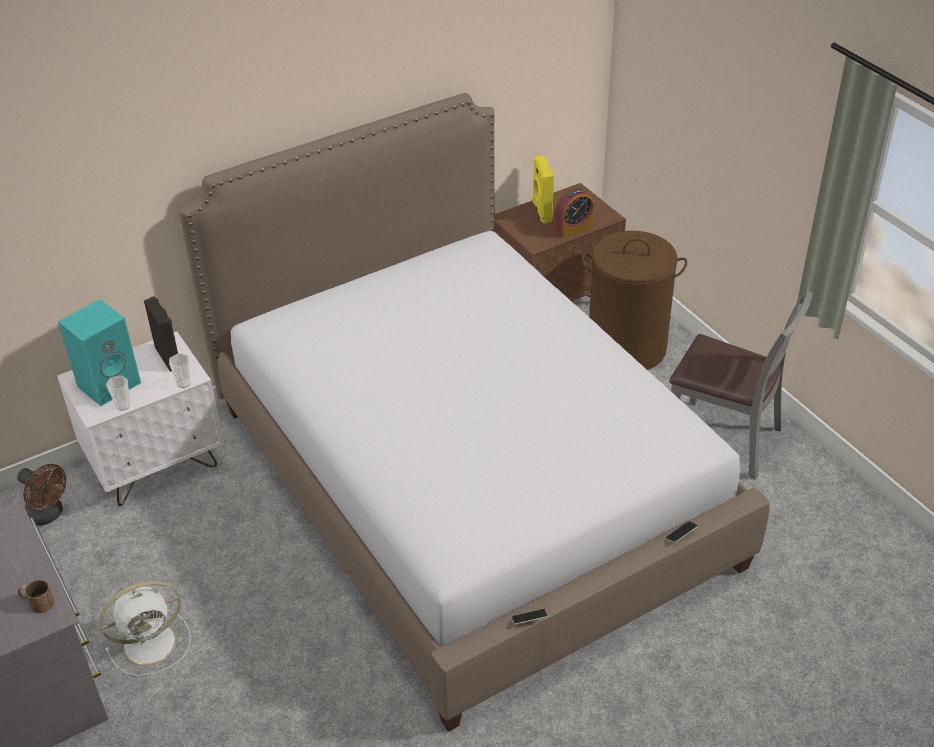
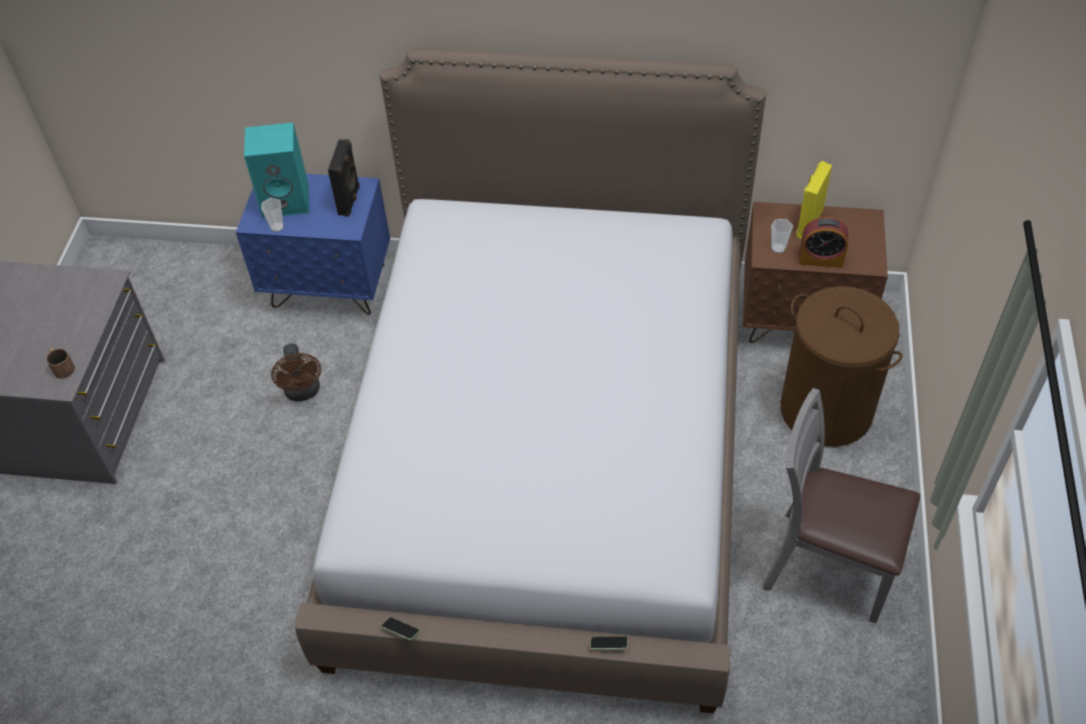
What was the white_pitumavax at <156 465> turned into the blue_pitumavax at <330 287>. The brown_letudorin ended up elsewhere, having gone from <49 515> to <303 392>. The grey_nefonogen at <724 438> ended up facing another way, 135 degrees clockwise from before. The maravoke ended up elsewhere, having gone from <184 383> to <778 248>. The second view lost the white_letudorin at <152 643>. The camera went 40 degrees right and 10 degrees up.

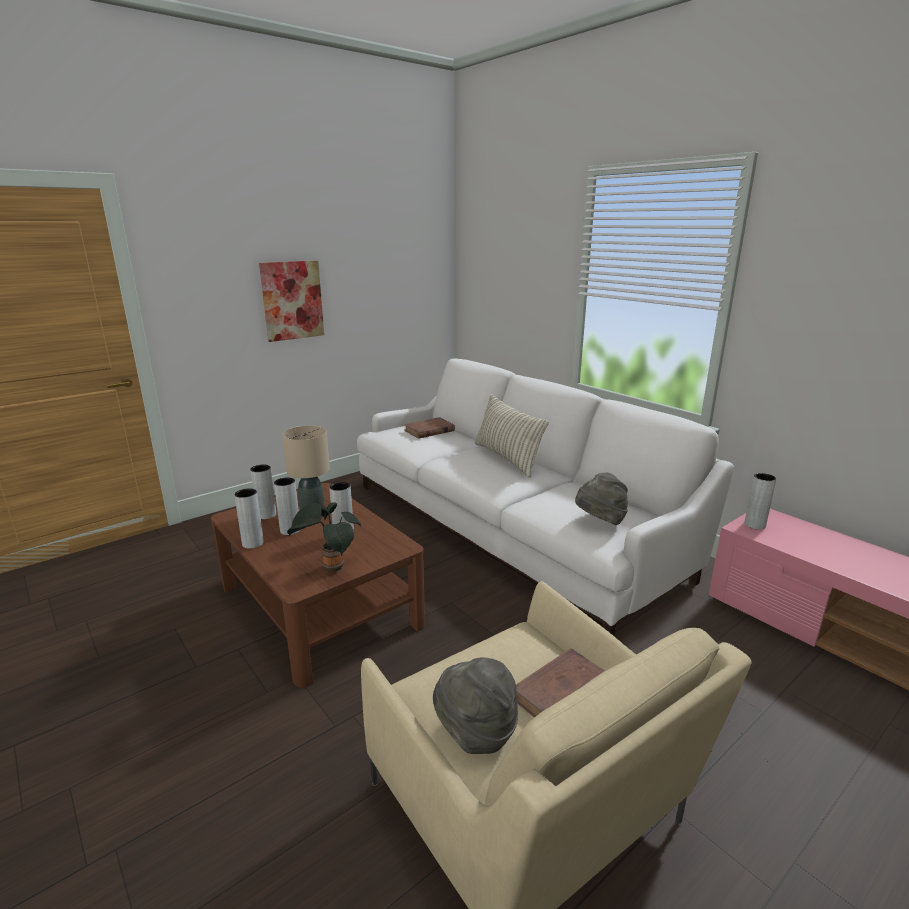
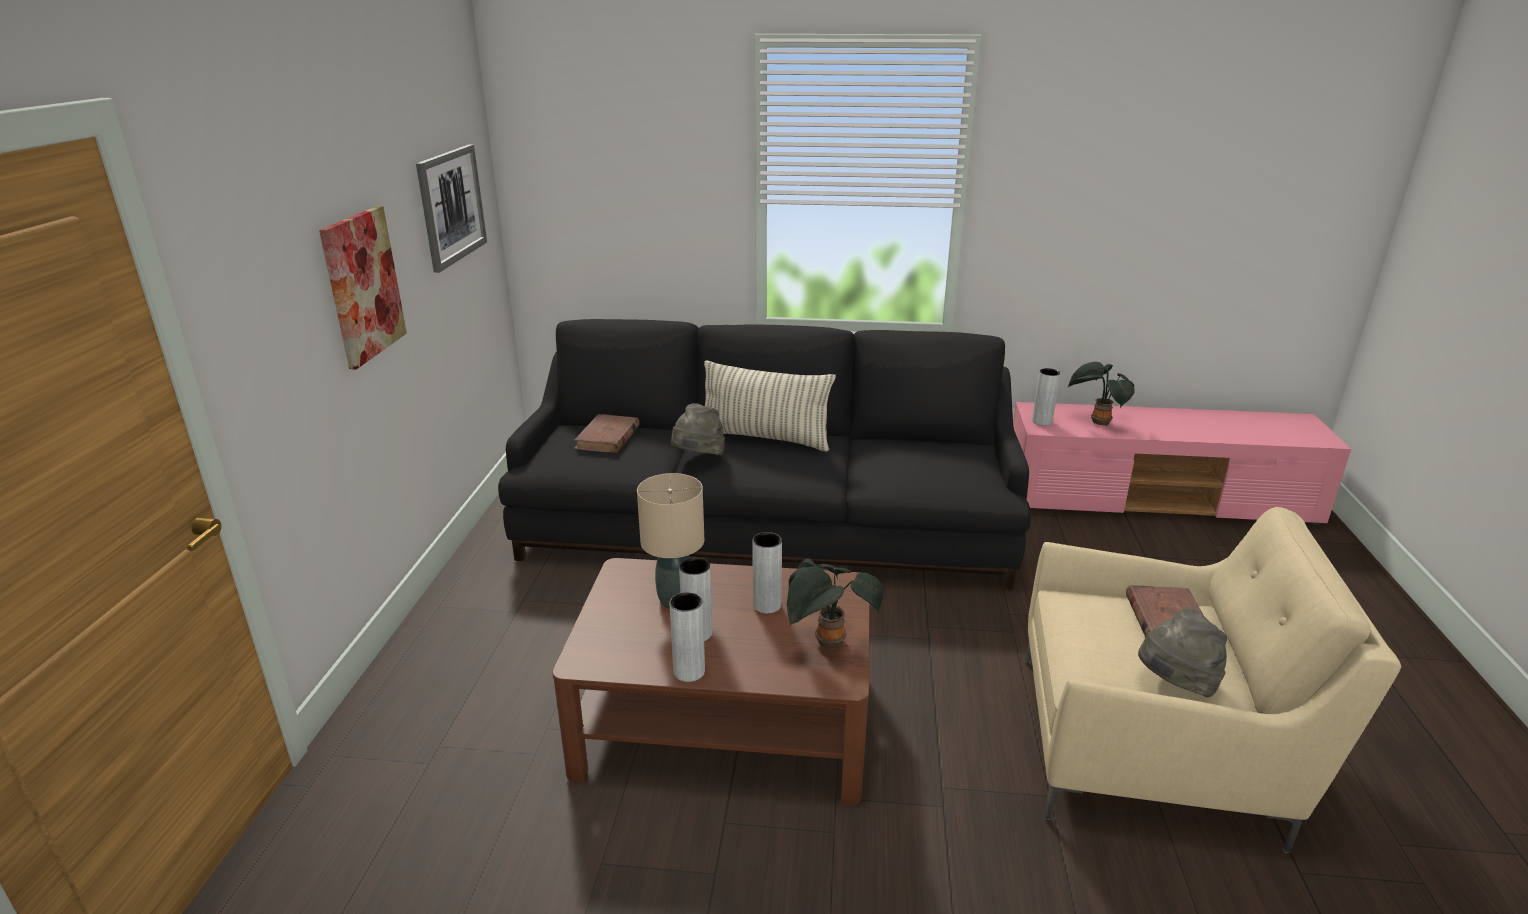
The second view gained the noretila at <451 206>. What was the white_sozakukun at <510 527> turned into the black_sozakukun at <768 525>. The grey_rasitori ended up elsewhere, having gone from <600 521> to <698 458>. The second view gained the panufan at <1097 422>. The second view lost the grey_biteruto at <266 515>. The camera went 45 degrees left and 5 degrees up.

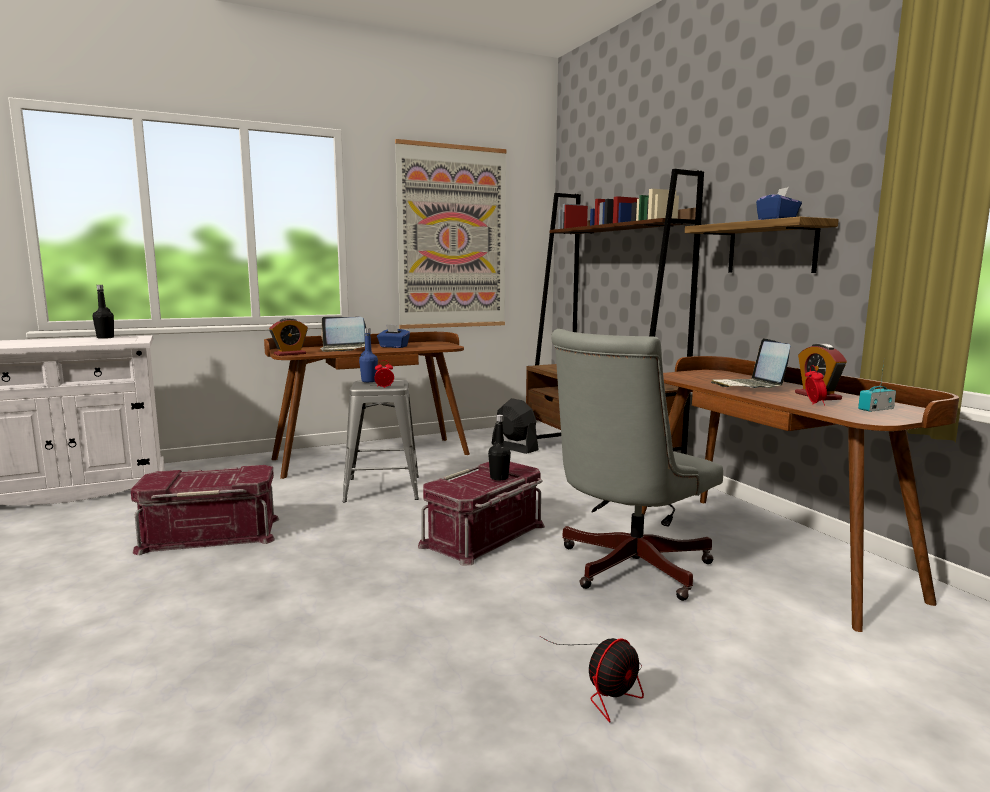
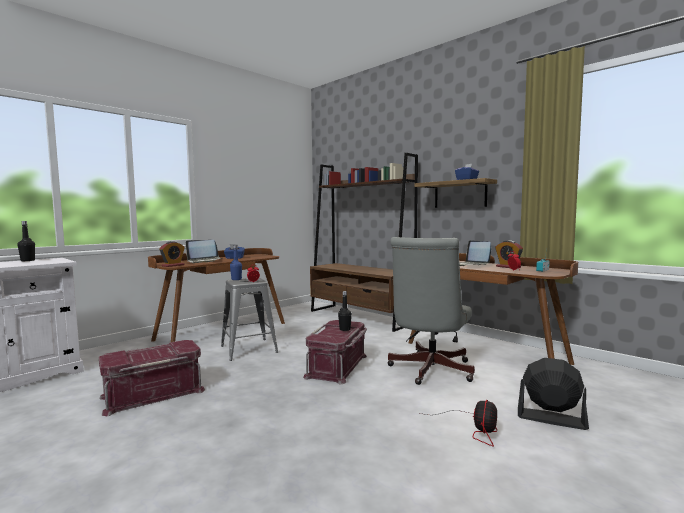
The black_letudorin ended up elsewhere, having gone from <514 447> to <551 418>. The second view lost the noretila at <452 238>. The camera went 20 degrees left and 5 degrees down.

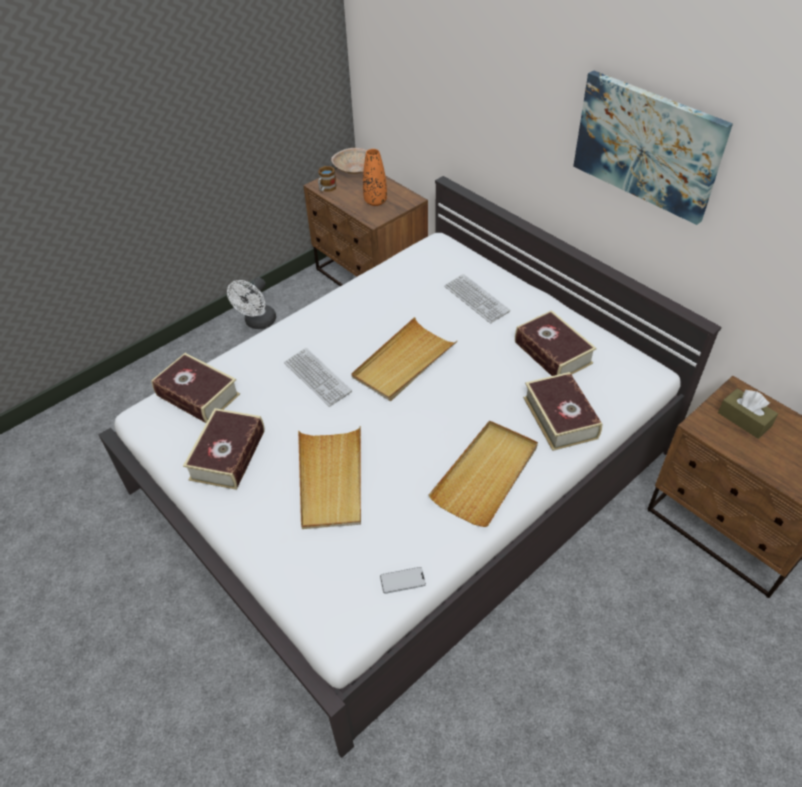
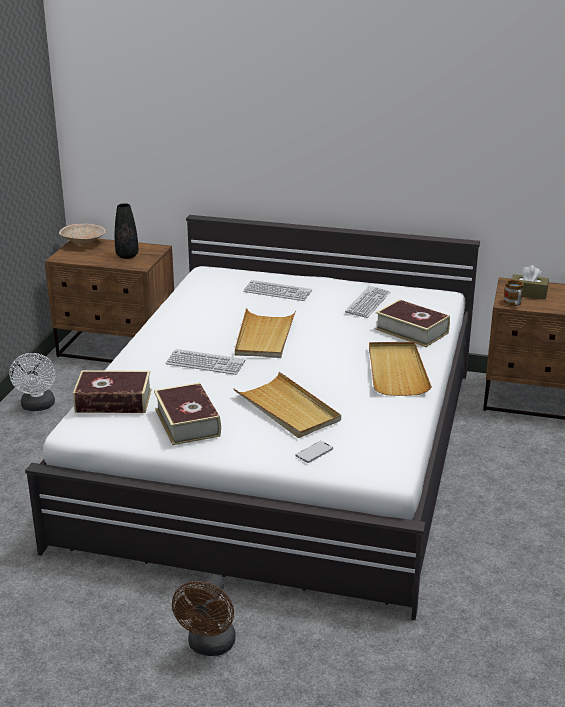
What was the orange_biteruto at <375 201> turned into the black_biteruto at <127 256>. The second view gained the brown_letudorin at <209 646>. The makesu ended up elsewhere, having gone from <402 581> to <314 452>. Where the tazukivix stood at <552 353>, the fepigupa came to stand at <368 303>. The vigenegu ended up elsewhere, having gone from <326 189> to <513 304>. The second view lost the noretila at <647 145>. The camera went 35 degrees left and 20 degrees down.

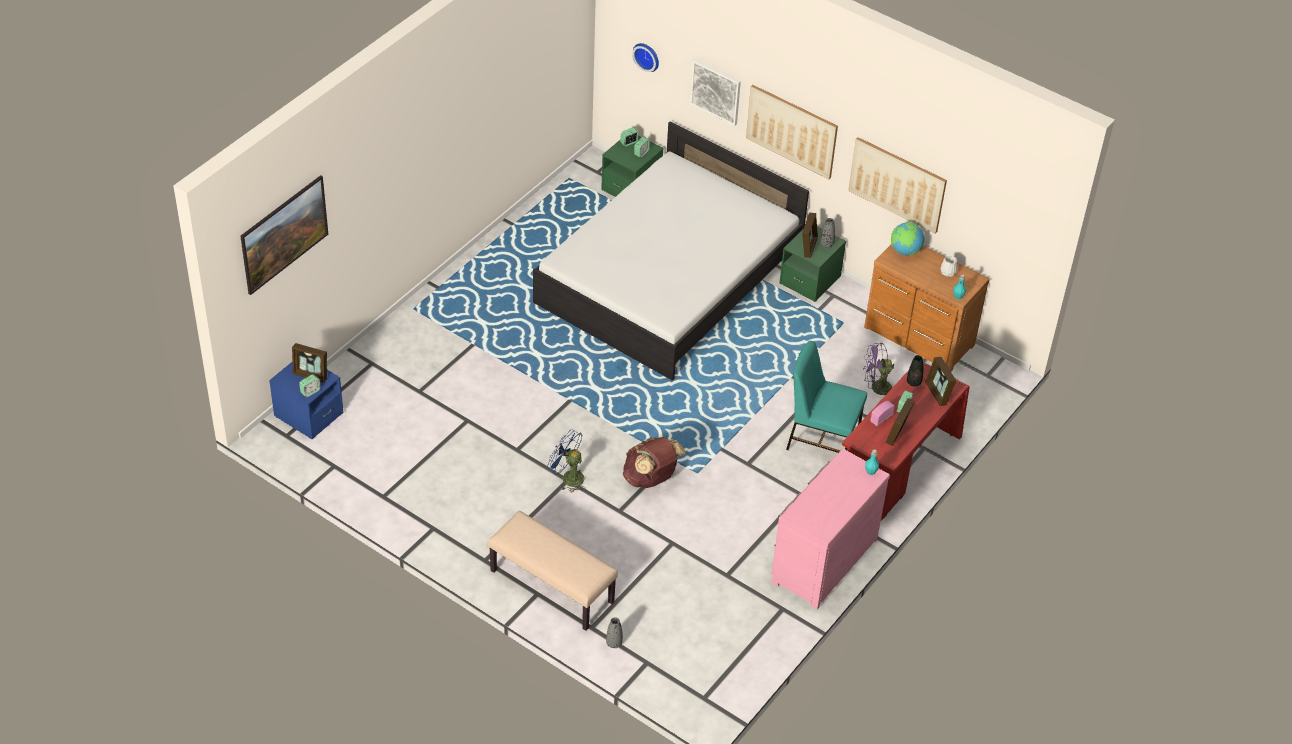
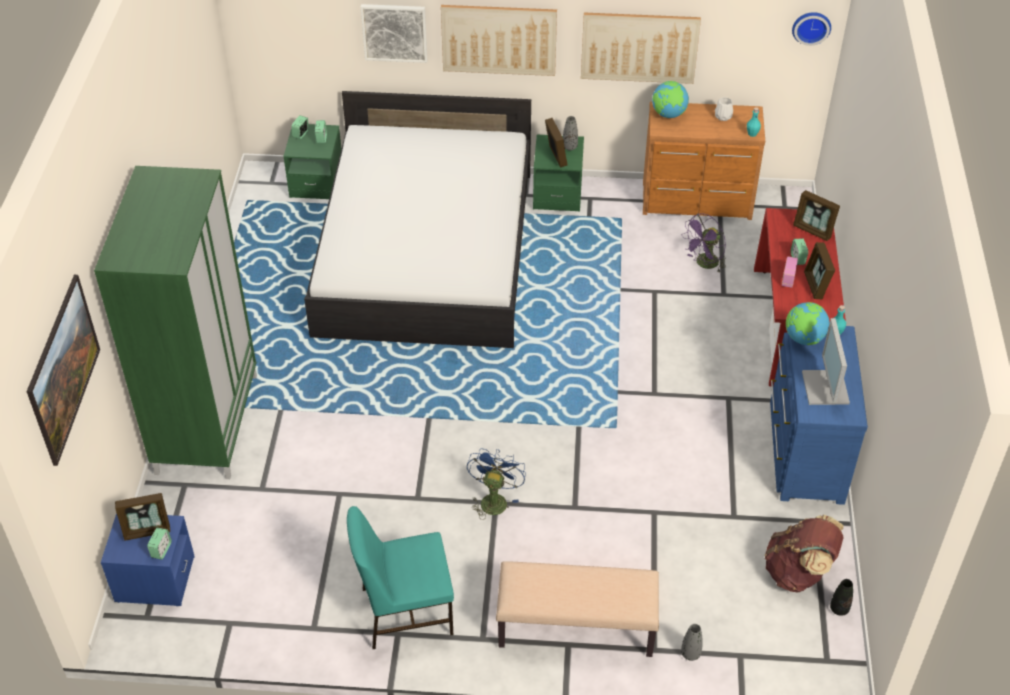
The second view gained the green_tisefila at <207 423>. The turquoise_nefonogen ended up elsewhere, having gone from <821 438> to <405 611>. The blue_letudorin at <568 477> ended up facing another way, 105 degrees clockwise from before. The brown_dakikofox ended up elsewhere, having gone from <651 479> to <798 572>. What was the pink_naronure at <821 560> turned into the blue_naronure at <804 452>. The second view gained the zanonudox at <803 339>. The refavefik ended up elsewhere, having gone from <647 56> to <811 26>. The second view gained the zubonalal at <826 388>. The black_biteruto ended up elsewhere, having gone from <913 382> to <839 609>. The camera went 30 degrees left and 0 degrees up.

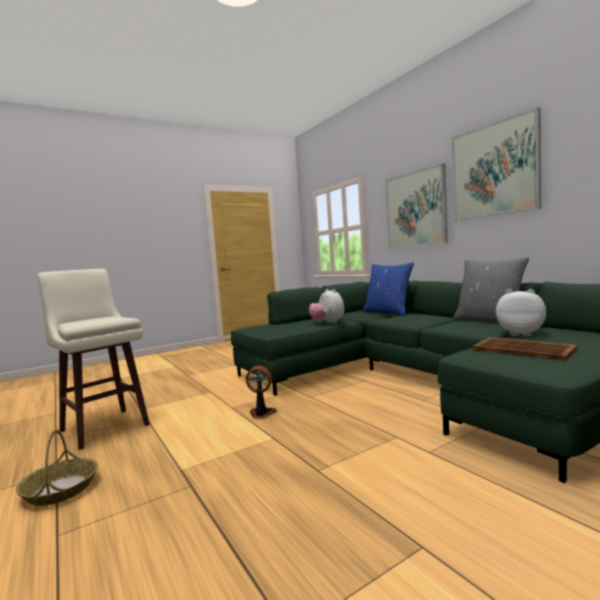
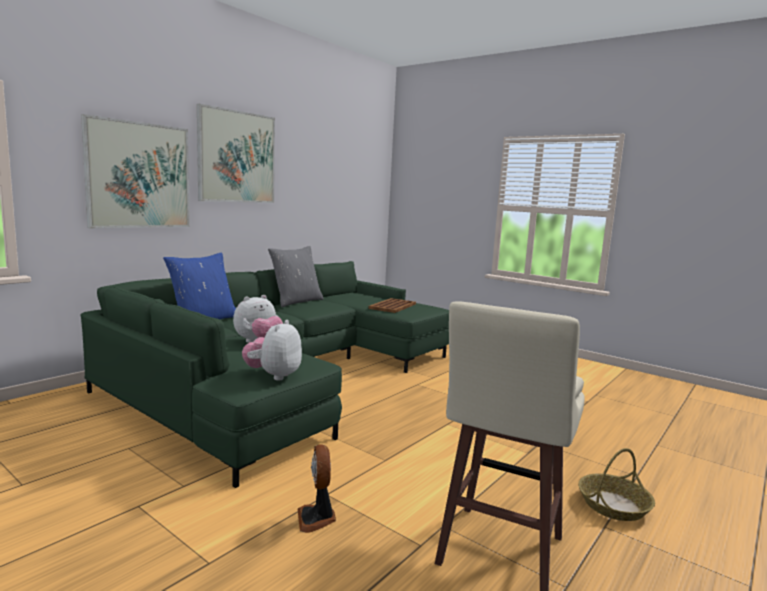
The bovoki ended up elsewhere, having gone from <520 334> to <273 376>. The letudorin ended up elsewhere, having gone from <262 414> to <317 518>. The camera went 110 degrees left and 5 degrees up.

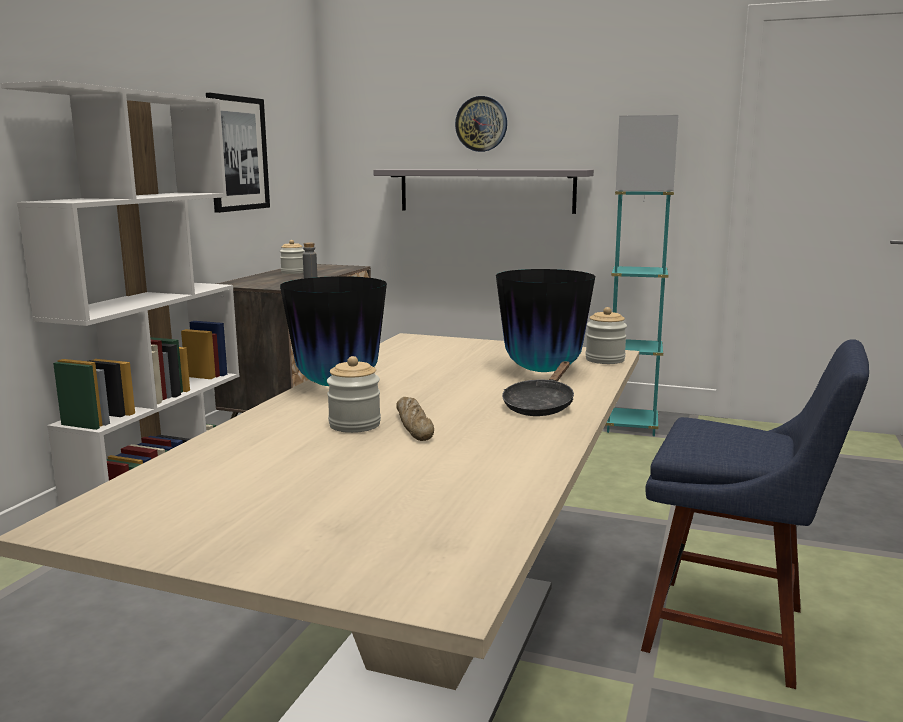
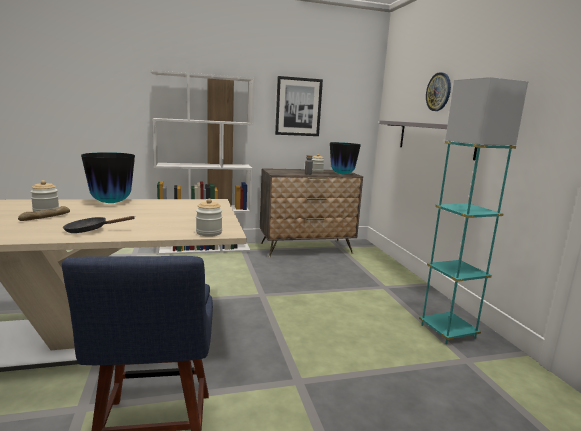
The biteruto ended up elsewhere, having gone from <542 371> to <342 174>. The camera went 55 degrees right and 0 degrees up.

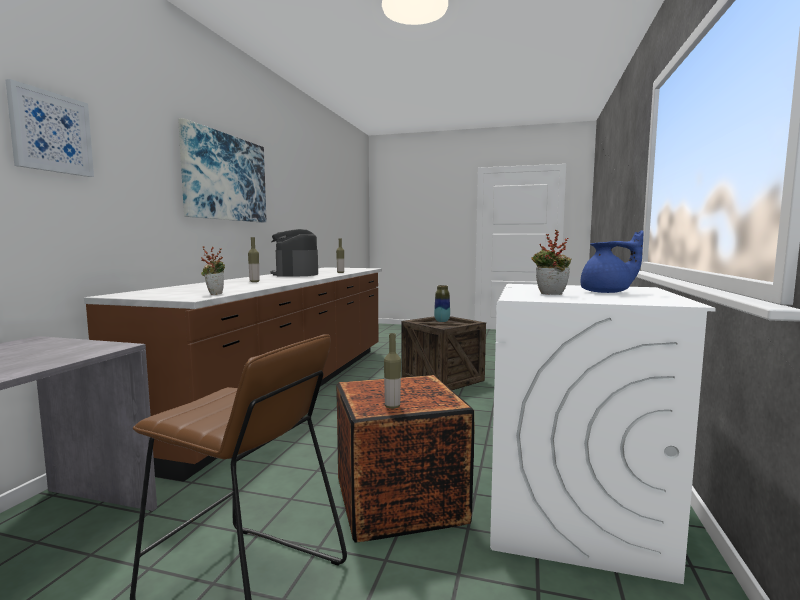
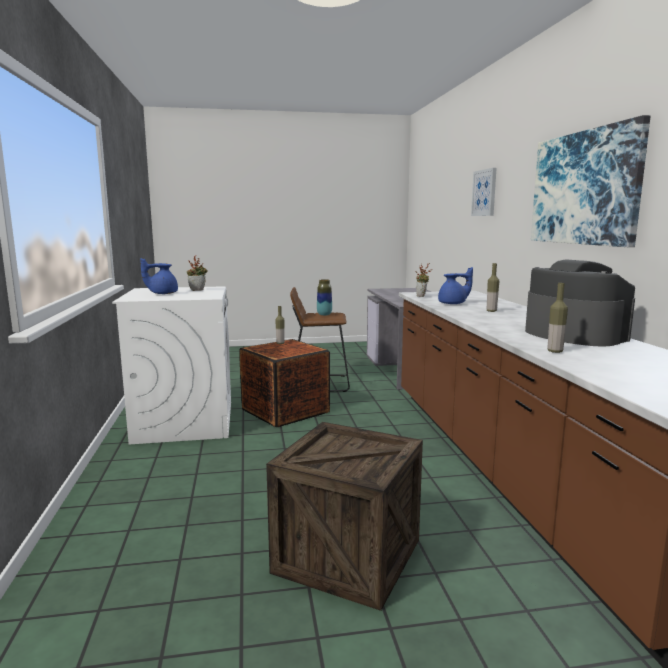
The biteruto ended up elsewhere, having gone from <442 321> to <324 314>. The second view gained the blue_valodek at <453 303>. The camera went 155 degrees right and 5 degrees up.

